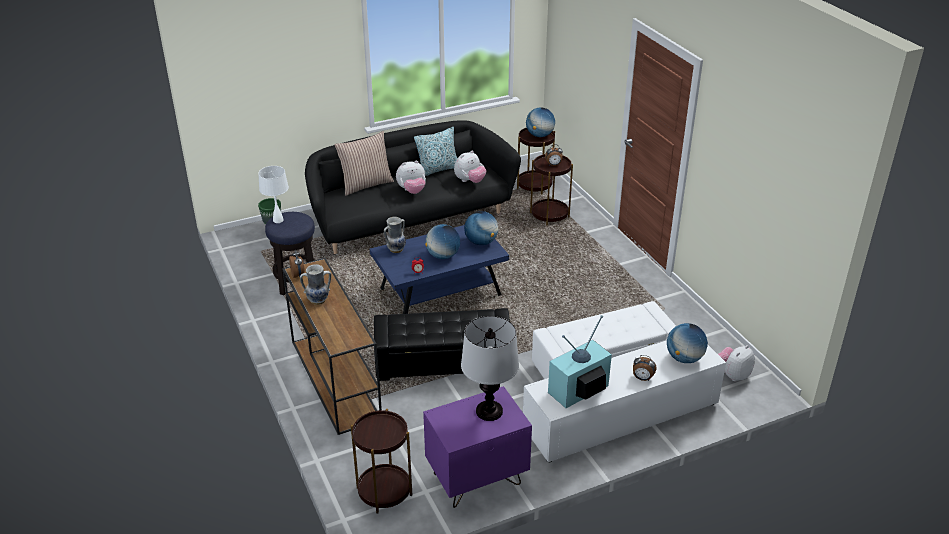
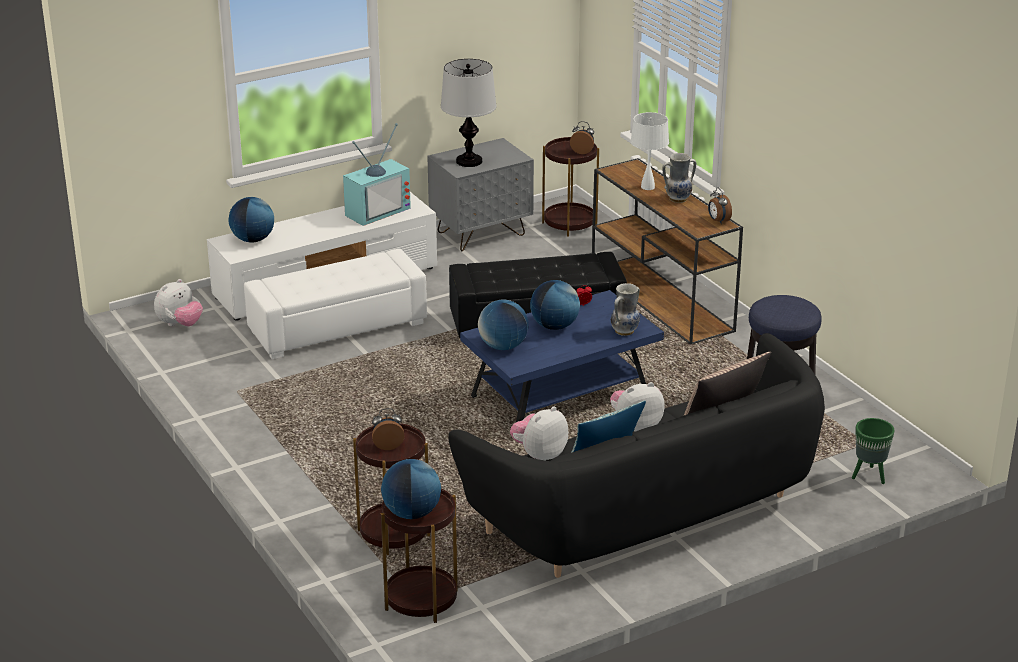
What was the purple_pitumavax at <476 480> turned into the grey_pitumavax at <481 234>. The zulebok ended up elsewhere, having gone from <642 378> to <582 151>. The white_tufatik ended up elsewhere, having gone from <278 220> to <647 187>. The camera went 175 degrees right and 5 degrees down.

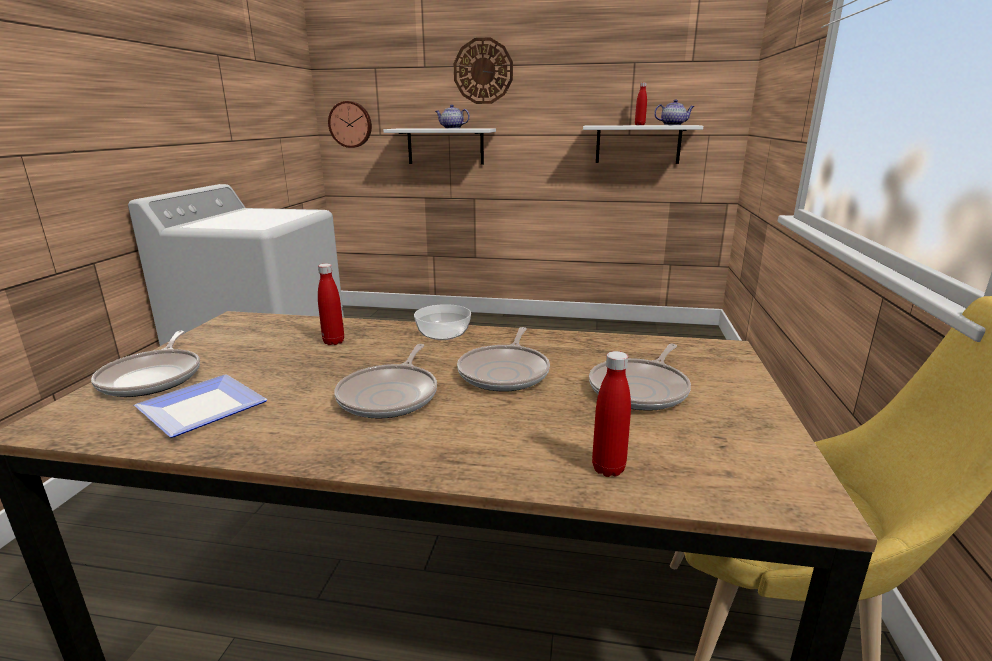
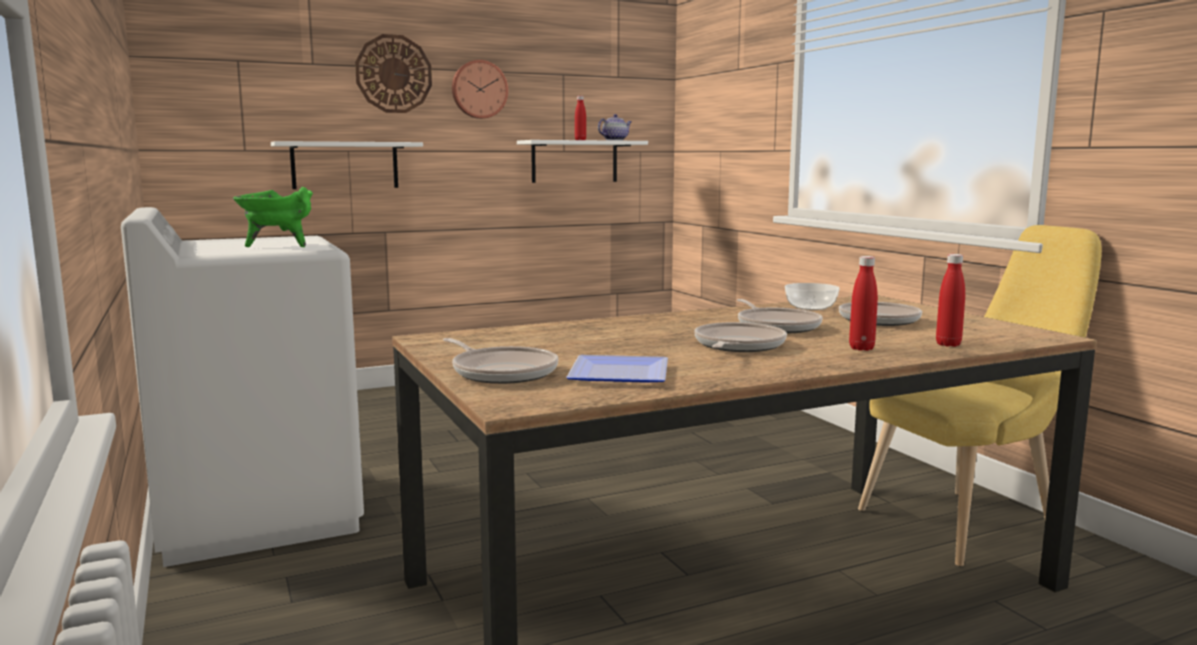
The second view gained the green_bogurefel at <278 245>. The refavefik ended up elsewhere, having gone from <351 124> to <479 89>. The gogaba at <391 396> ended up facing another way, 135 degrees counterclockwise from before. The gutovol ended up elsewhere, having gone from <442 334> to <810 307>. The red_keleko ended up elsewhere, having gone from <333 342> to <861 348>. The second view lost the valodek at <452 128>. The camera went 35 degrees left and 10 degrees down.

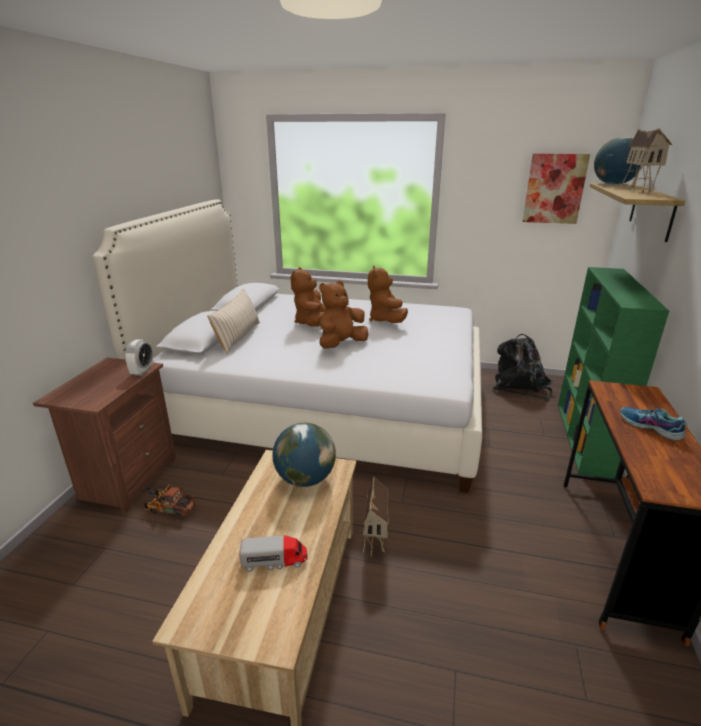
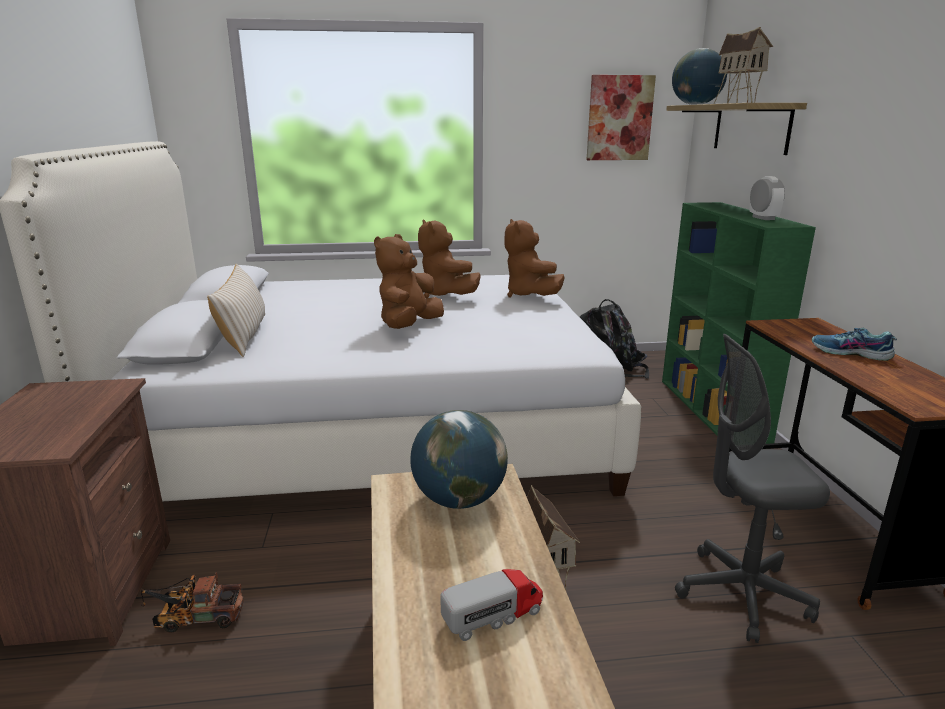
The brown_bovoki ended up elsewhere, having gone from <312 323> to <529 295>. The second view gained the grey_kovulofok at <742 594>. The zulebok ended up elsewhere, having gone from <142 371> to <763 218>. The camera went 20 degrees left and 5 degrees down.

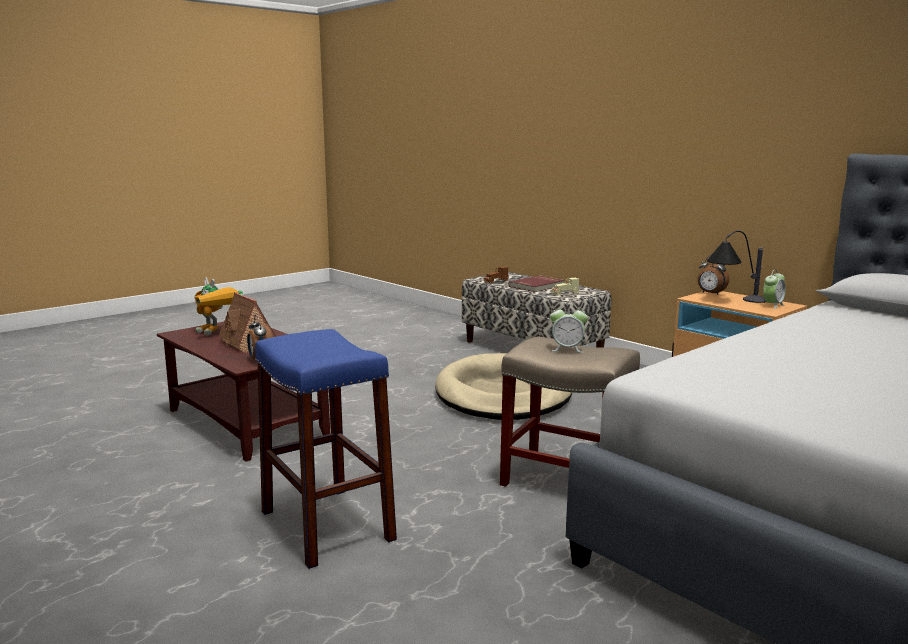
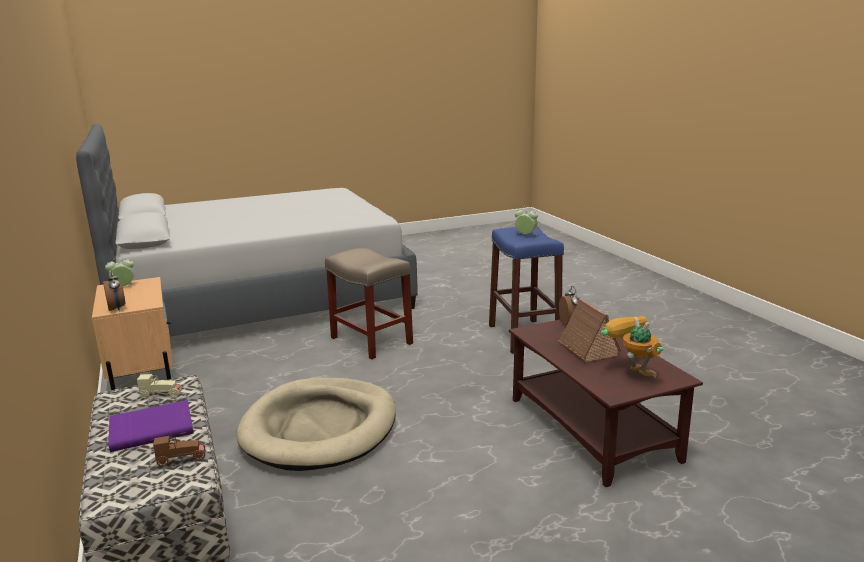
What was the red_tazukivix at <537 286> turned into the purple_tazukivix at <151 428>. The zulebok ended up elsewhere, having gone from <567 349> to <526 235>. The second view lost the tufatik at <733 301>. The camera went 160 degrees left and 5 degrees up.

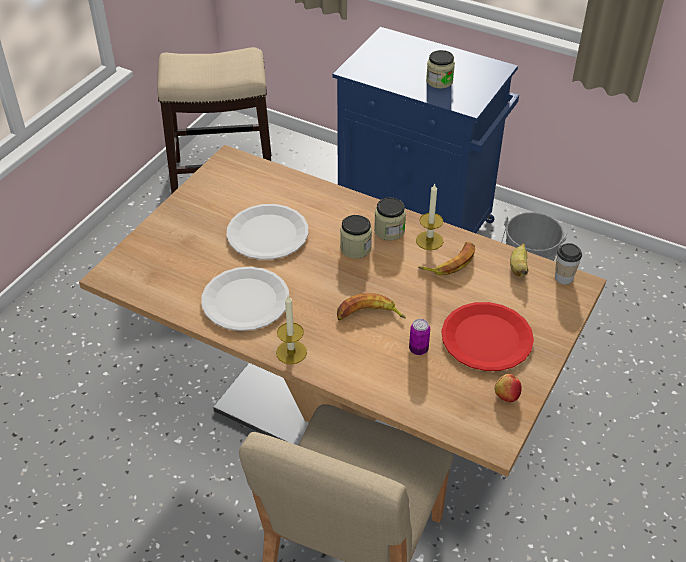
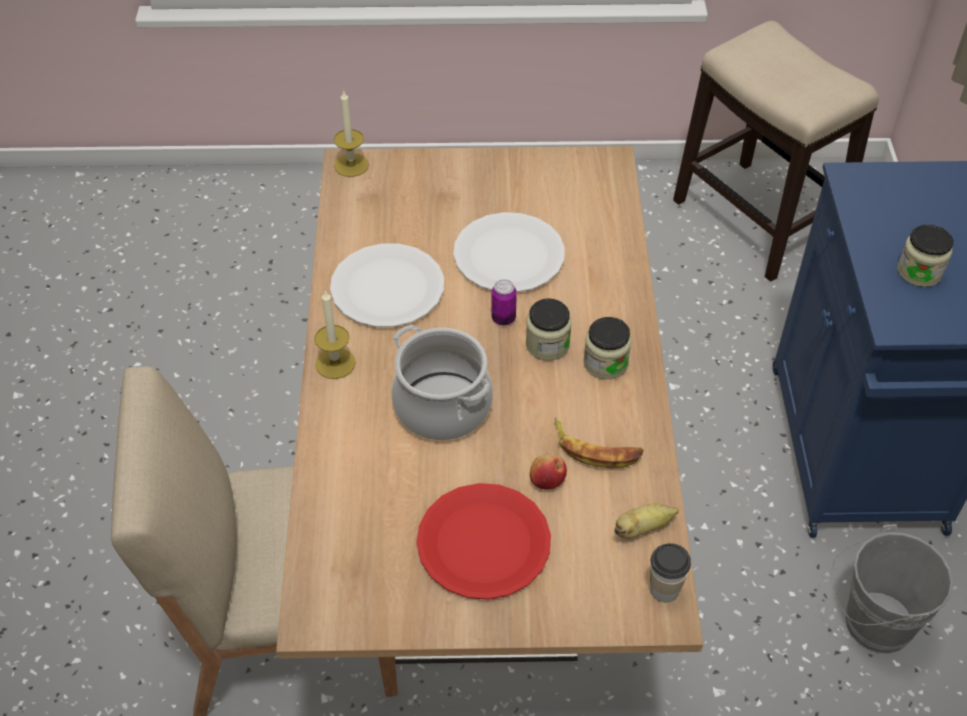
The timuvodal ended up elsewhere, having gone from <429 240> to <351 165>. Where the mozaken stood at <368 315>, the bogurefel came to stand at <442 406>. The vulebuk ended up elsewhere, having gone from <418 349> to <503 318>. The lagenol ended up elsewhere, having gone from <506 395> to <547 479>. The camera went 60 degrees right and 5 degrees up.

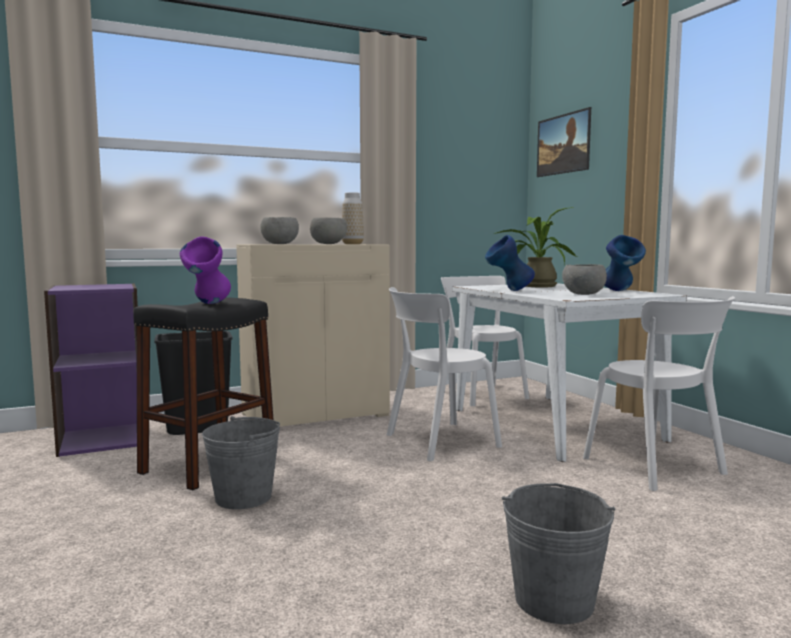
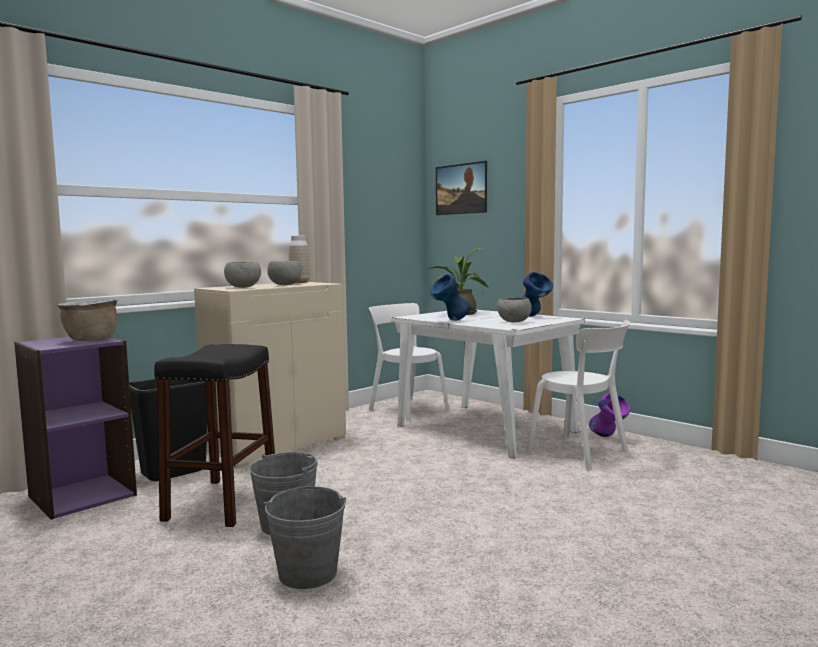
The second view gained the brown_bogurefel at <91 340>. The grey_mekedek ended up elsewhere, having gone from <554 600> to <308 573>. The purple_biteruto ended up elsewhere, having gone from <208 304> to <608 437>. The second view lost the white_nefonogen at <437 441>. The camera went 20 degrees left and 0 degrees up.

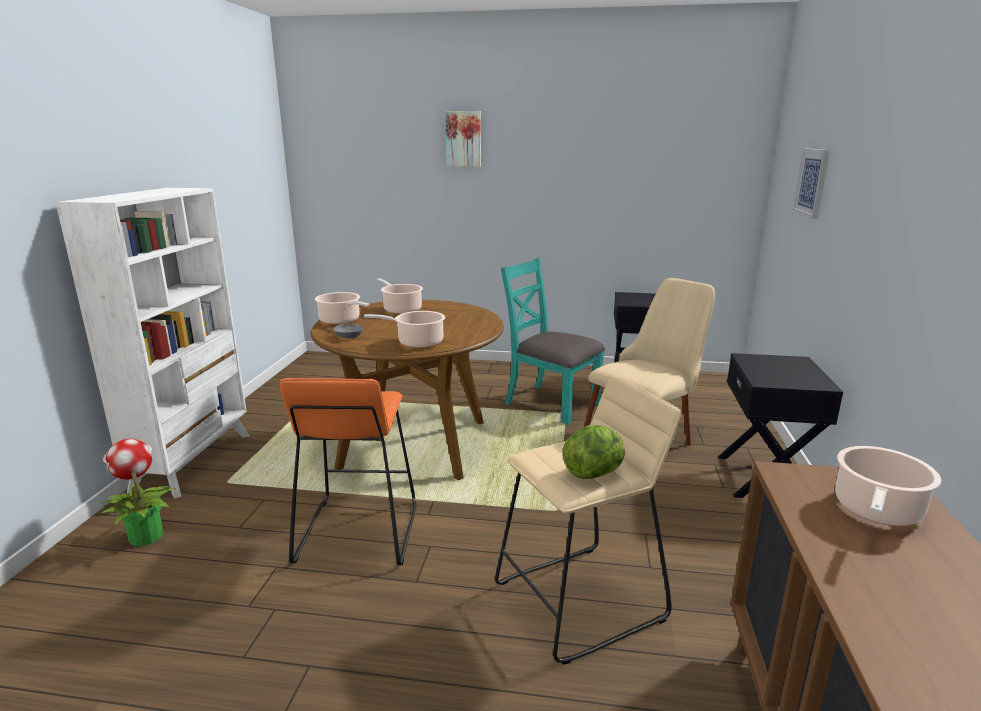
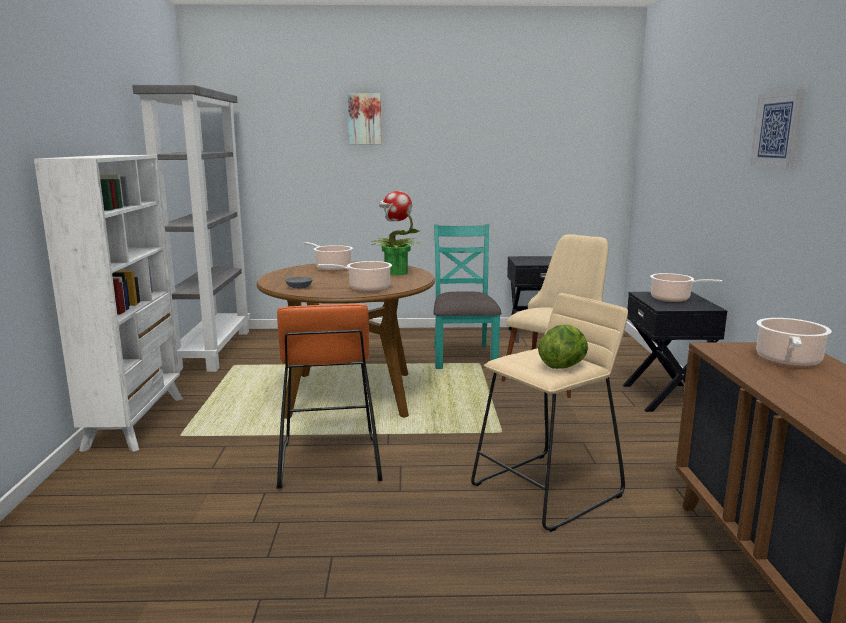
The second view gained the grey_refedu at <212 349>. The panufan ended up elsewhere, having gone from <145 536> to <395 273>. The turquoise_nefonogen at <550 403> ended up facing another way, 60 degrees clockwise from before. The bogurefel ended up elsewhere, having gone from <341 321> to <673 299>. The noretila ended up elsewhere, having gone from <812 182> to <778 130>. The camera went 10 degrees left and 5 degrees down.

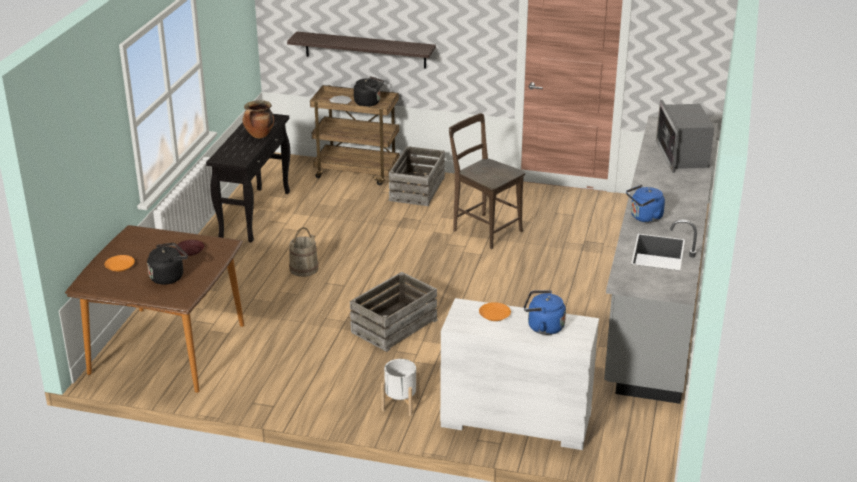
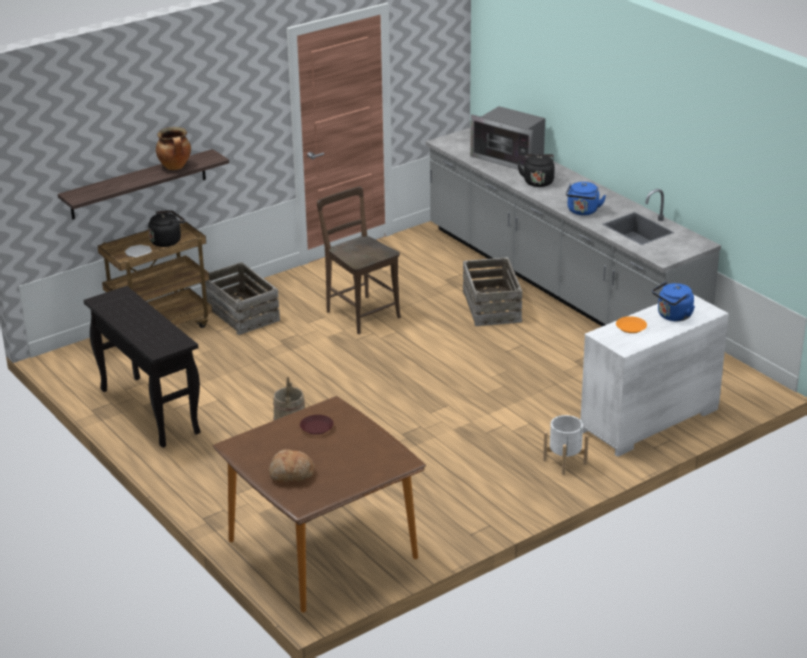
The bogurefel ended up elsewhere, having gone from <259 135> to <175 167>. Where the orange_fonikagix stood at <119 266>, the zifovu came to stand at <291 474>. The brown_nefonogen at <484 229> ended up facing another way, 60 degrees clockwise from before. The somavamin ended up elsewhere, having gone from <393 326> to <491 306>. The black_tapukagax ended up elsewhere, having gone from <169 277> to <538 181>. The camera went 50 degrees left and 0 degrees up.

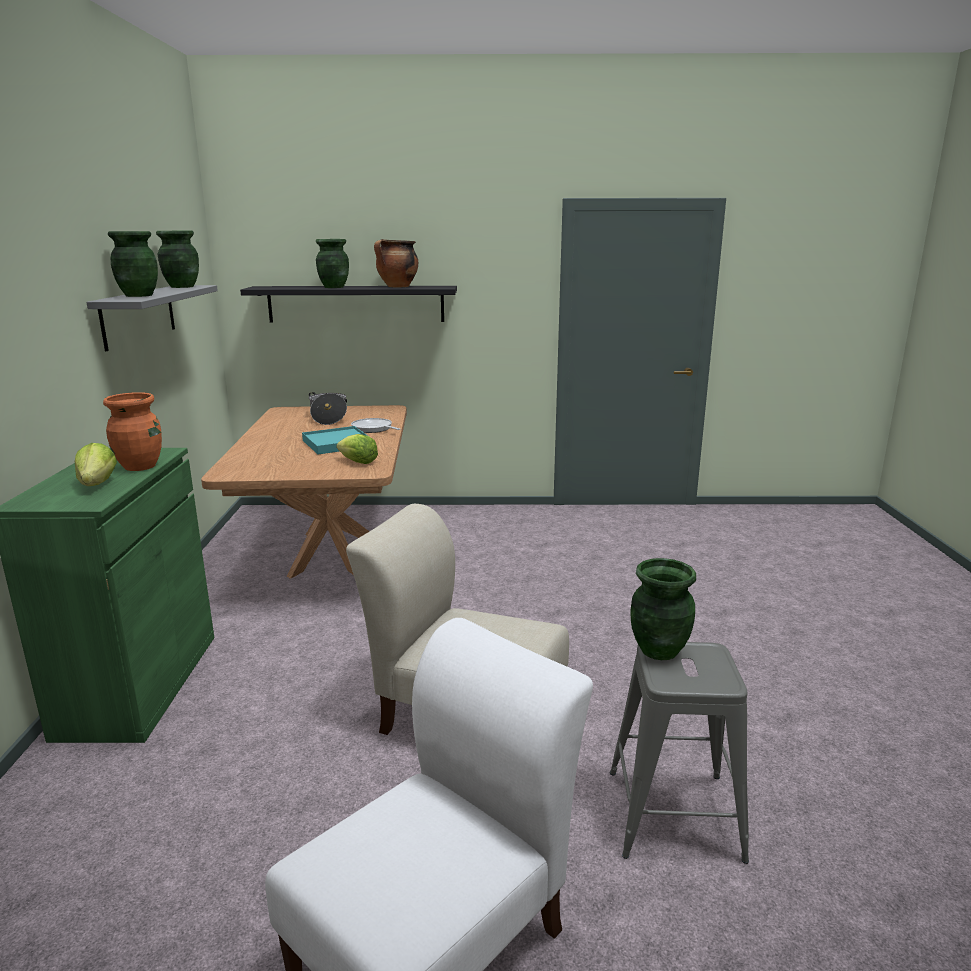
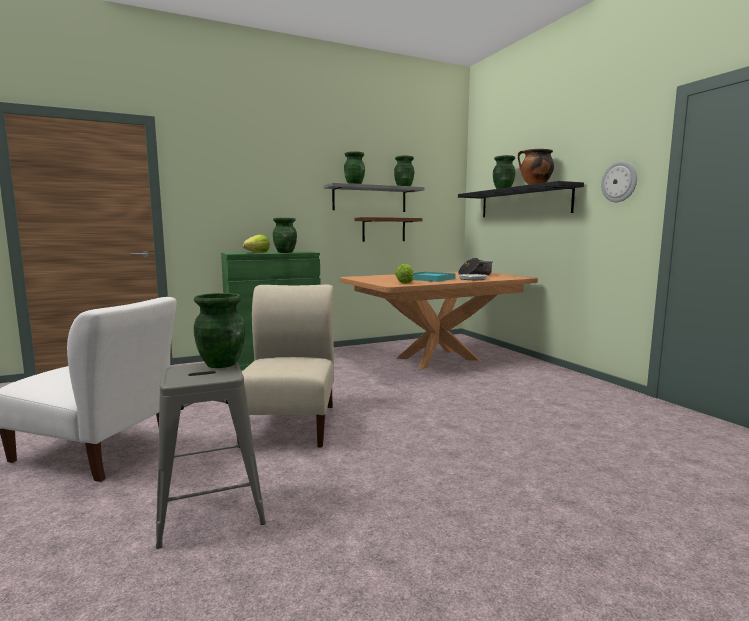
What was the orange_biteruto at <140 466> turned into the green_biteruto at <285 252>. The second view gained the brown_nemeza at <383 229>. The second view gained the refavefik at <619 181>. The camera went 65 degrees right and 10 degrees down.

